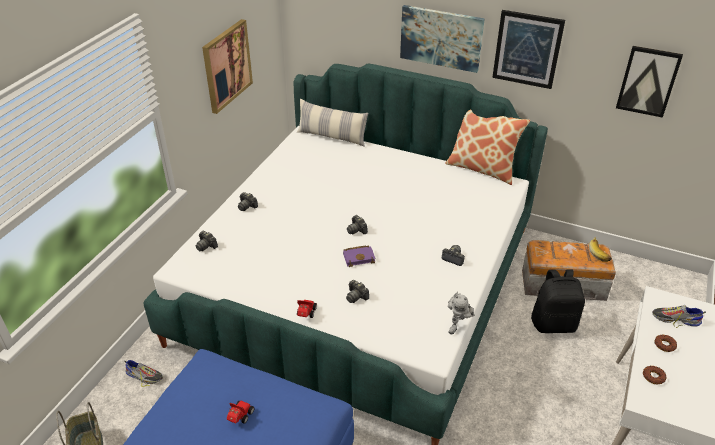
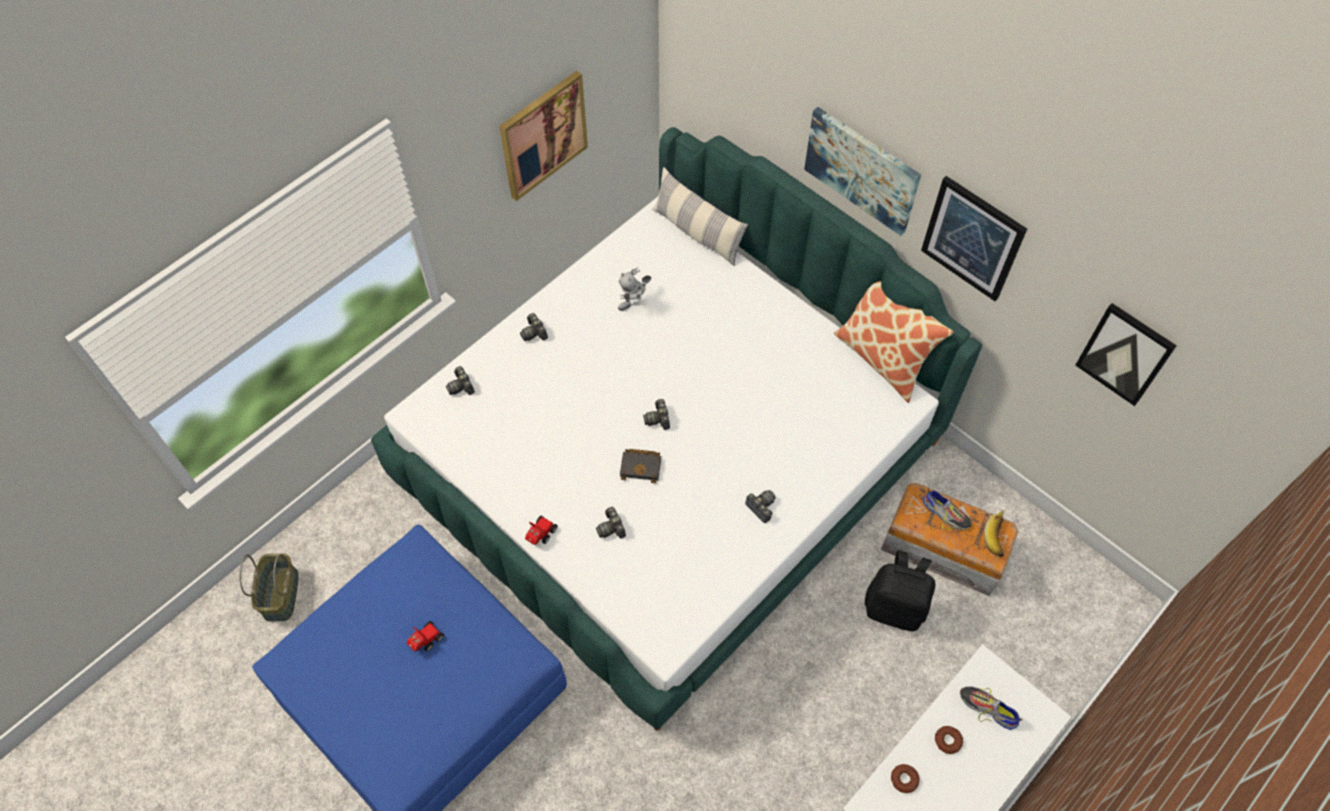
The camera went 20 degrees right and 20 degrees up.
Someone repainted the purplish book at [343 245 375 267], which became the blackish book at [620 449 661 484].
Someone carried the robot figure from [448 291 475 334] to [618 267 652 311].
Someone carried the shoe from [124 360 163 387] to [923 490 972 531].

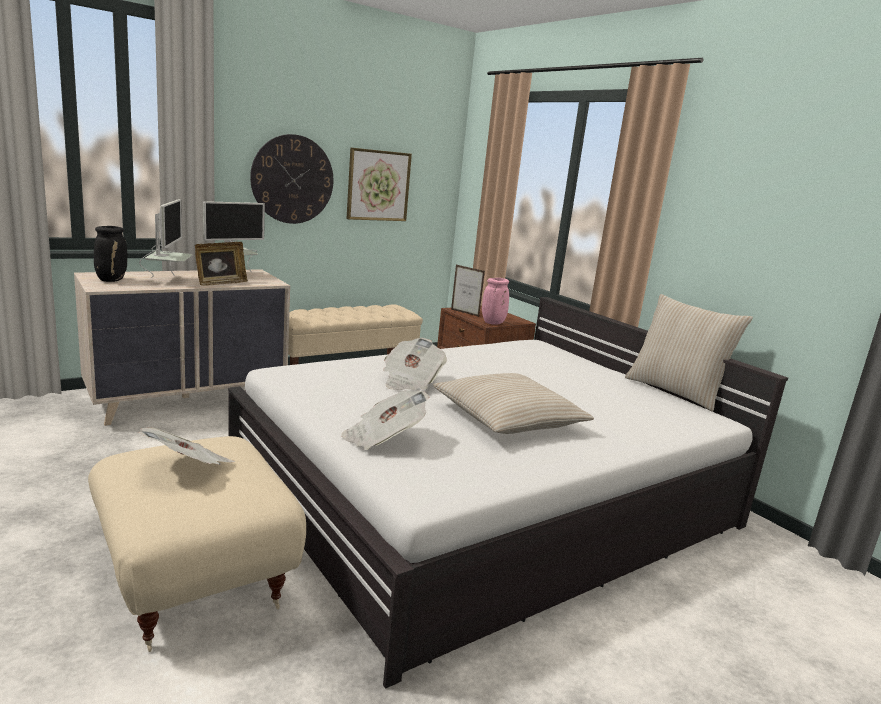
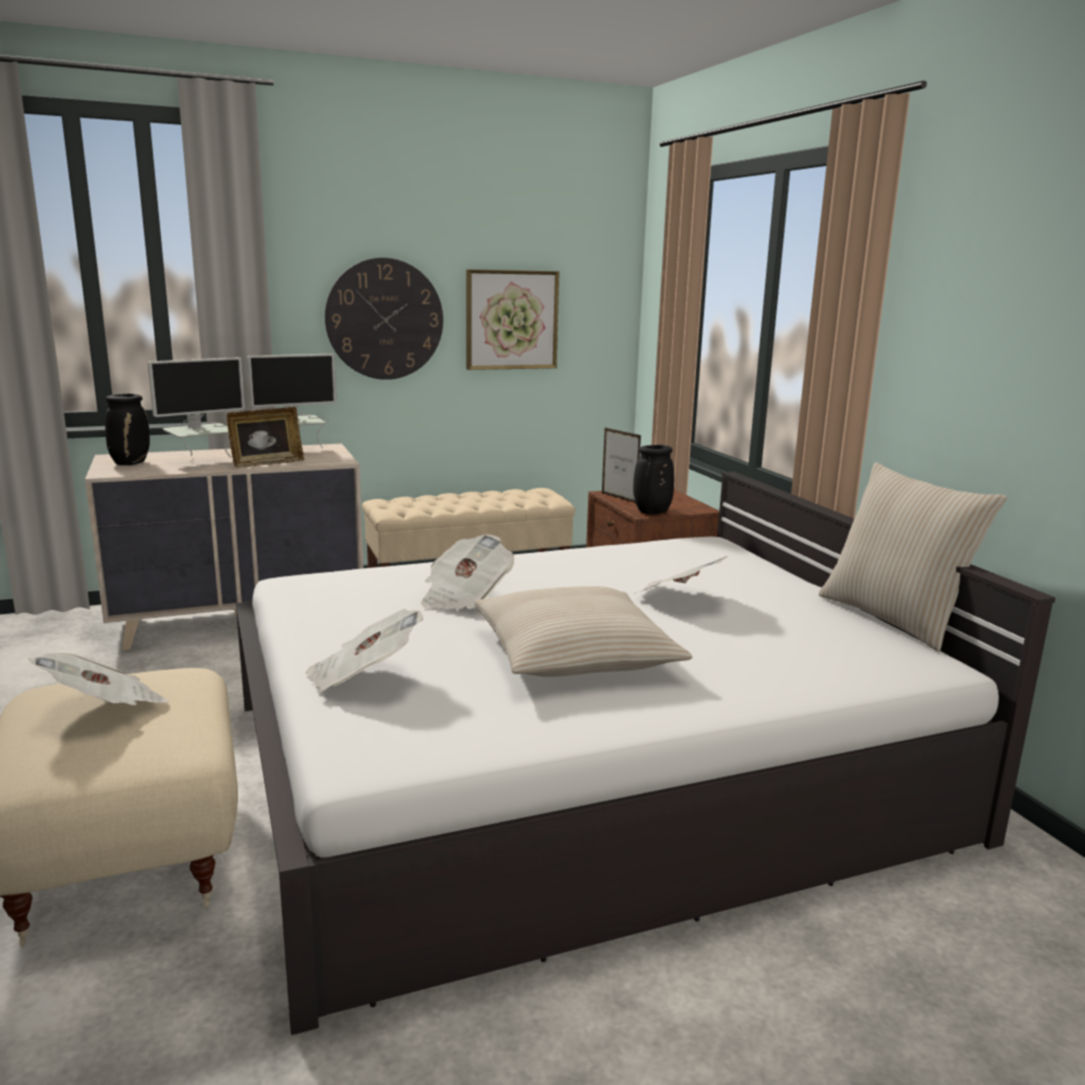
The camera went 15 degrees right and 0 degrees up.
Someone rotated the computer display at [139 199 193 278] by 45 degrees clockwise.
Someone repainted the pink-coloured flower vase at [482 278 509 325], which became the blackish flower vase at [633 445 674 514].
Someone put down the newspaper at [634 556 728 594].

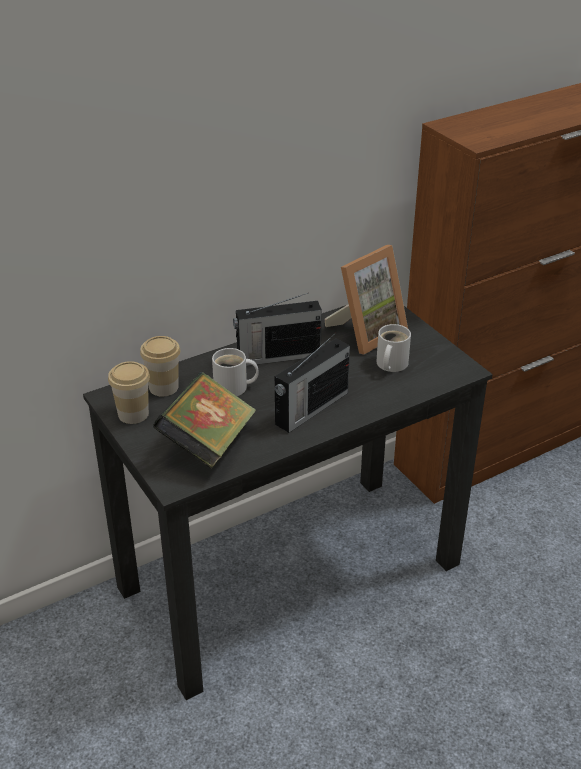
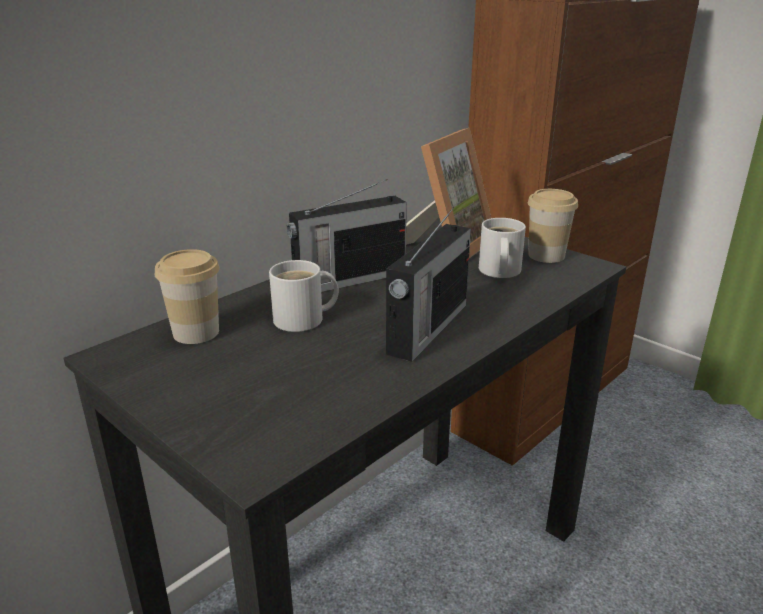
The camera went 15 degrees left and 10 degrees down.
Someone carried the small cup from [108 361 150 424] to [528 189 578 263].
Someone took away the book at [153 372 256 469].

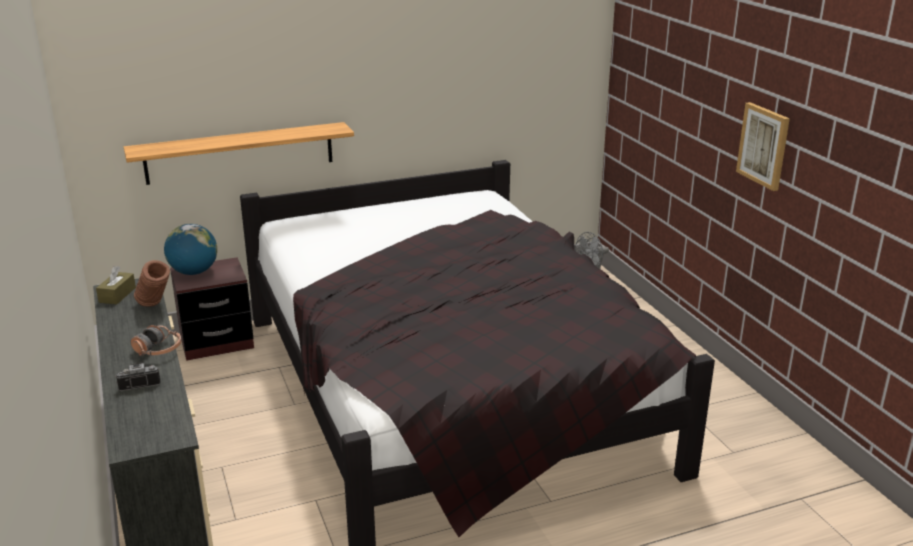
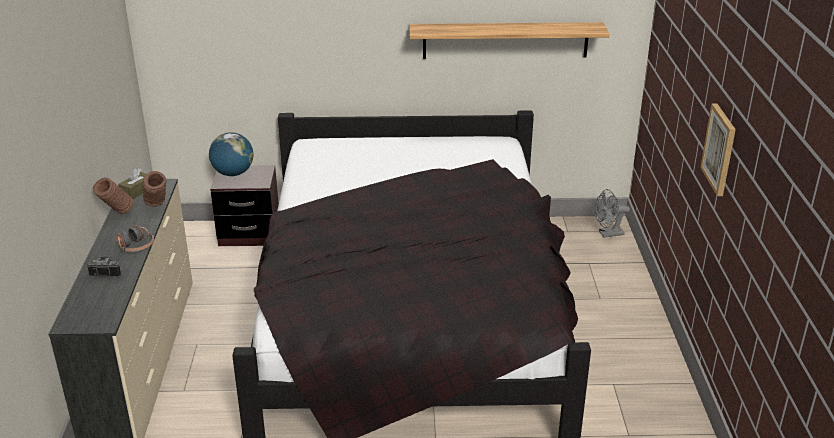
The camera went 20 degrees right and 5 degrees up.
Someone carried the shelf from [124 122 354 185] to [409 22 610 59].
Someone put down the brown-coloured flower vase at [93 178 133 214].

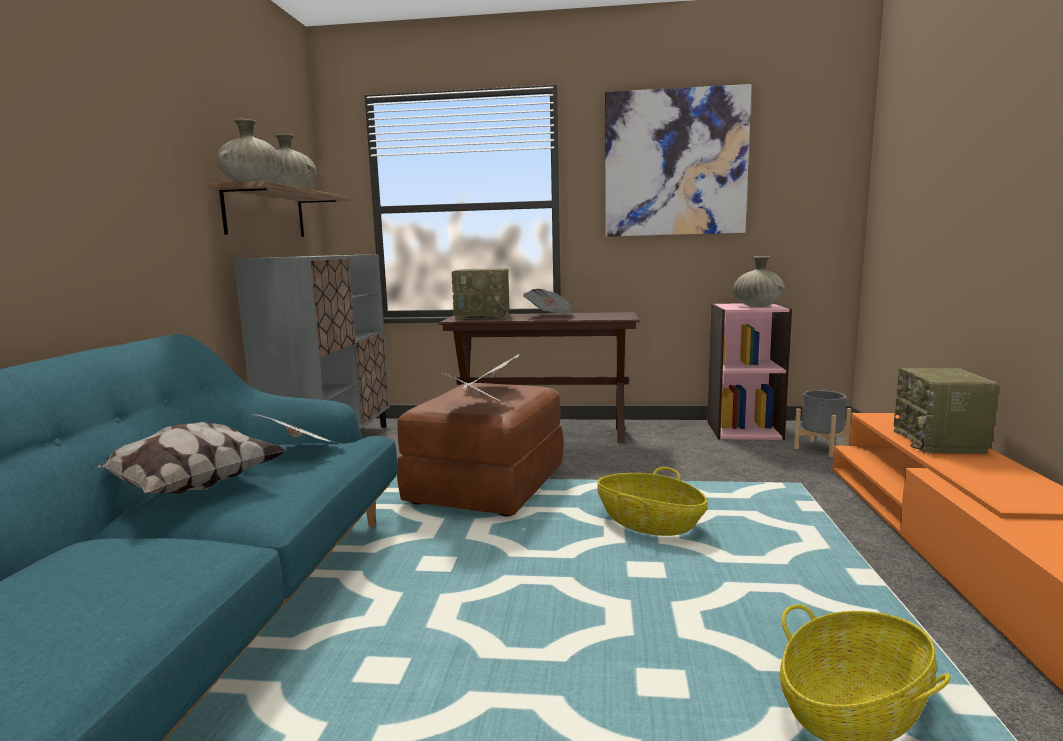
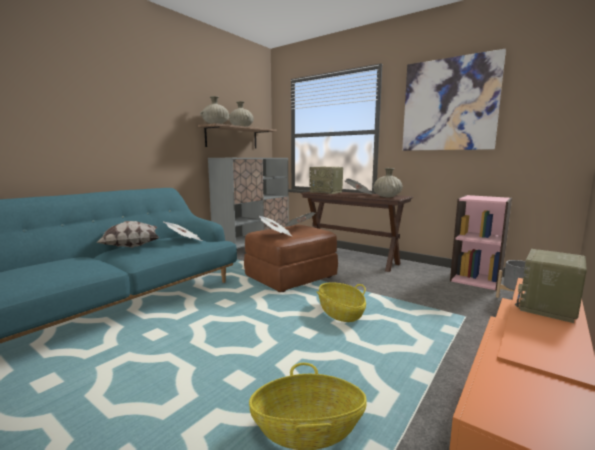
The camera went 30 degrees right and 0 degrees up.
Someone carried the beige-coloured flower vase from [732 256 785 307] to [373 168 403 197].

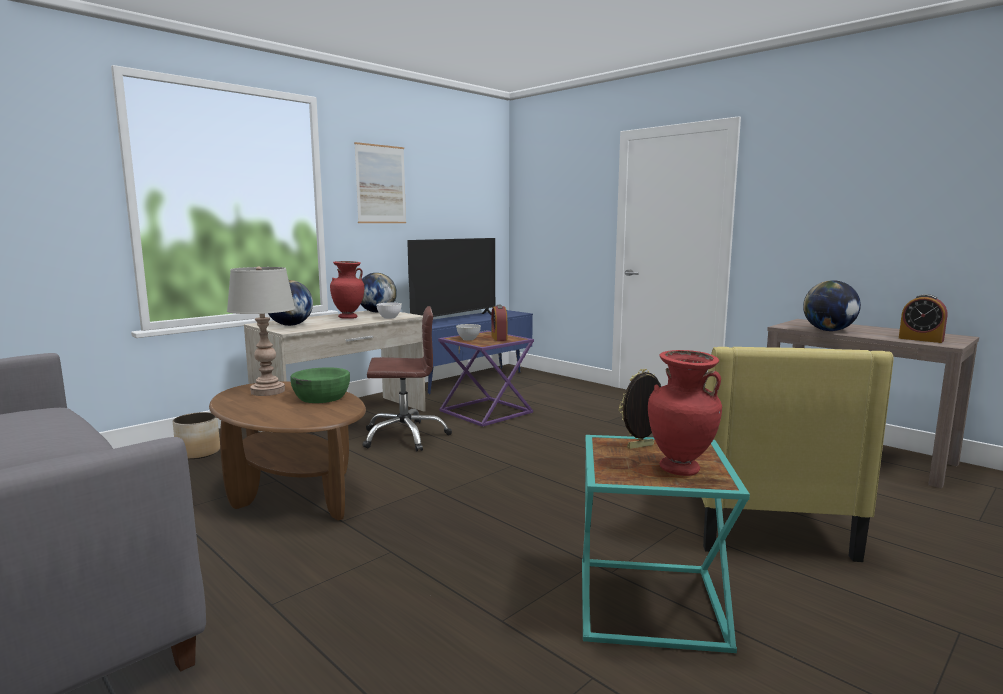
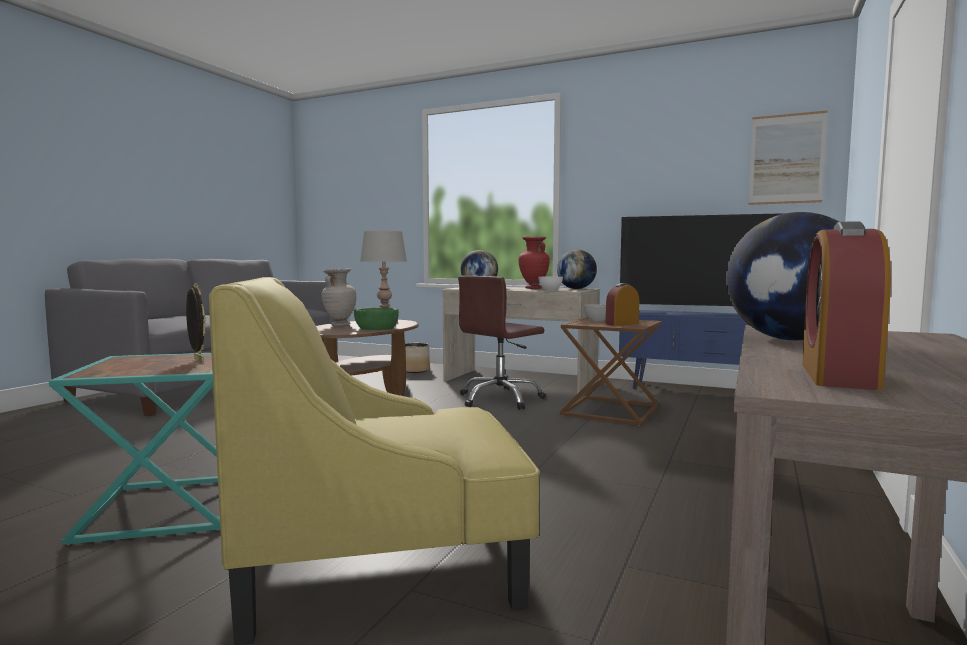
The camera went 70 degrees right and 5 degrees down.
Someone carried the wall art from [354 142 406 223] to [748 110 828 205].
Someone rotated the brown-coloured desk chair at [362 306 452 451] by 75 degrees clockwise.
Someone repainted the purplish end table at [438 331 534 427], which became the brown-coloured end table at [559 318 662 426].
Someone took away the red flower vase at [648 350 722 476].
Someone put down the beige-coloured flower vase at [322 269 356 326].

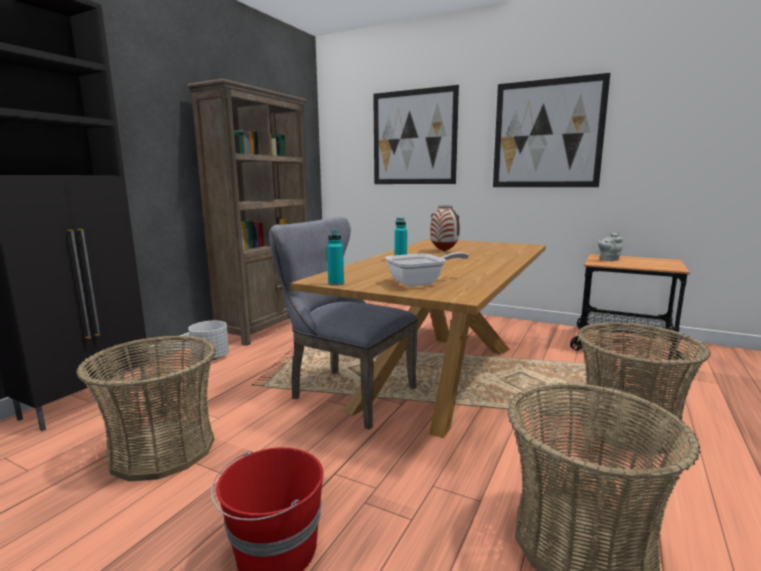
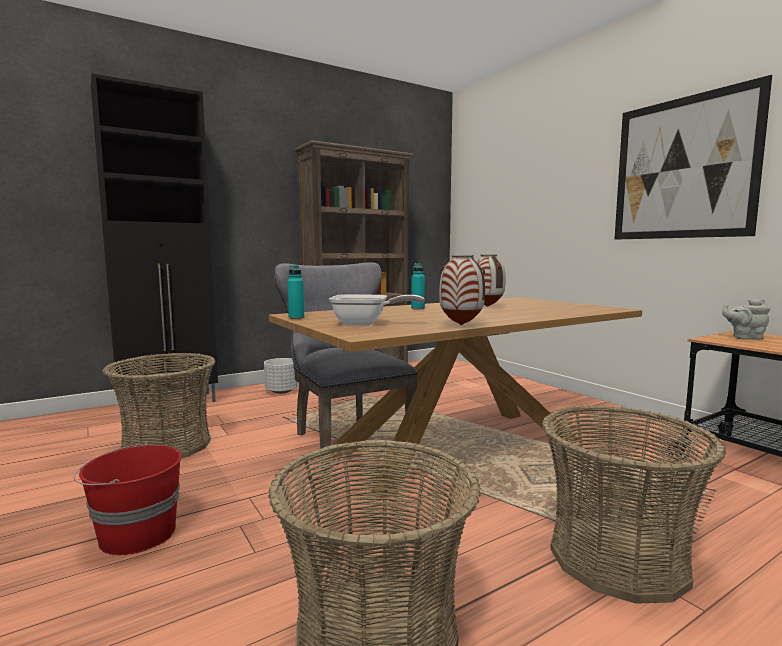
The camera went 30 degrees right and 5 degrees down.
Someone took away the wall art at [373 85 459 184].
Someone put down the flower vase at [439 255 485 325].

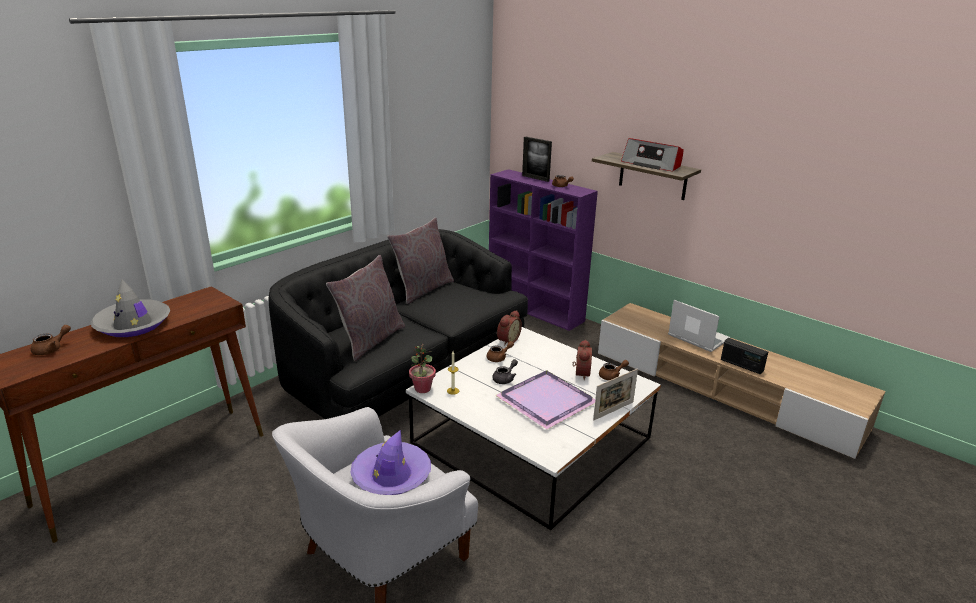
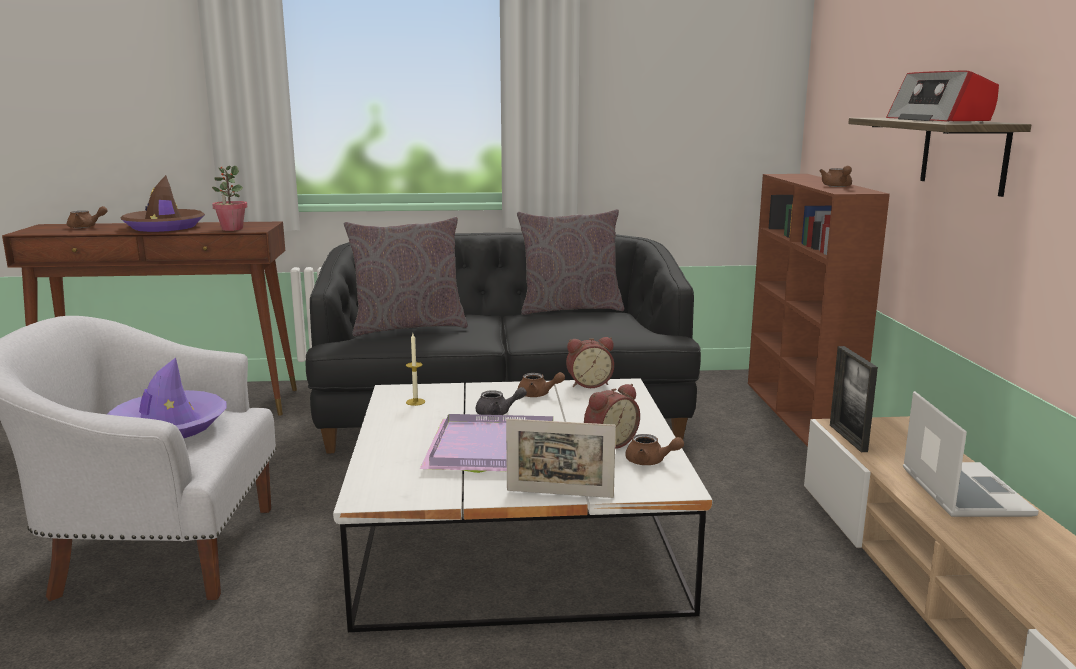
The camera went 45 degrees right and 10 degrees down.
Someone carried the photo frame from [522 137 552 182] to [830 346 878 452].
Someone repainted the purplish bookshelf at [489 169 598 331], which became the brown-coloured bookshelf at [748 174 890 447].
Someone repainted the greyish clothing hat at [91 279 170 337], which became the brown-coloured clothing hat at [121 175 205 232].
Someone took away the radio receiver at [721 338 768 375].
Someone carried the potted plant from [409 342 436 393] to [212 166 247 231].

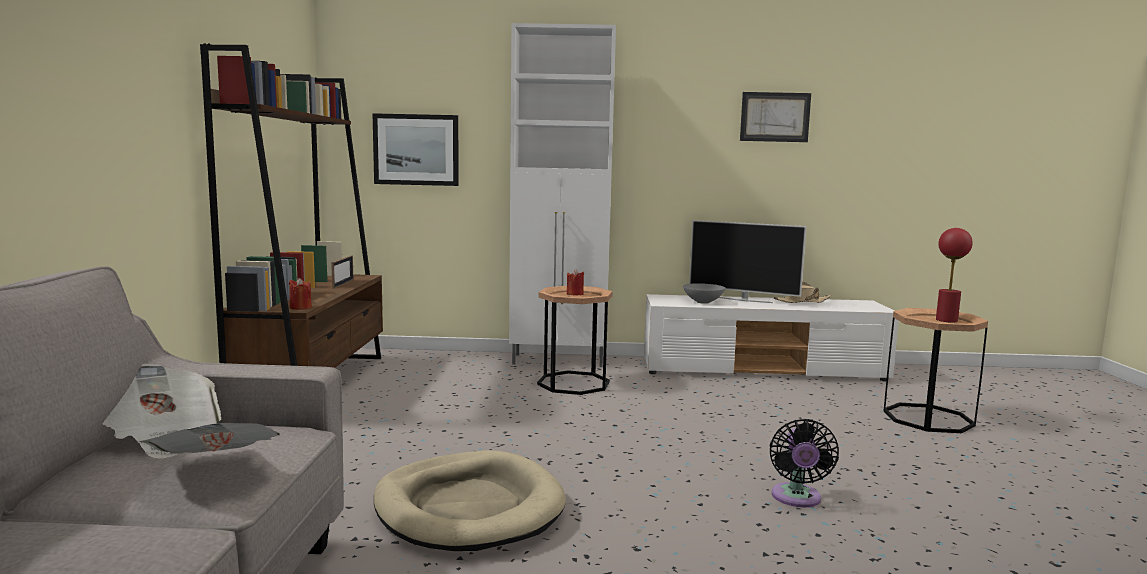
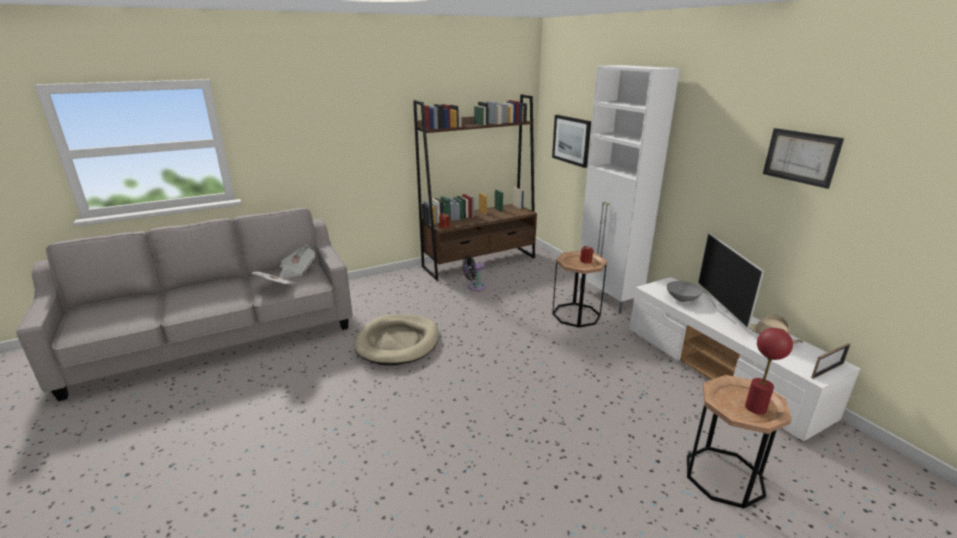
The camera went 60 degrees right and 15 degrees up.
Someone carried the photo frame from [331 255 354 289] to [811 343 850 379].
Someone carried the blackish fan from [770 419 839 507] to [463 256 486 291].

